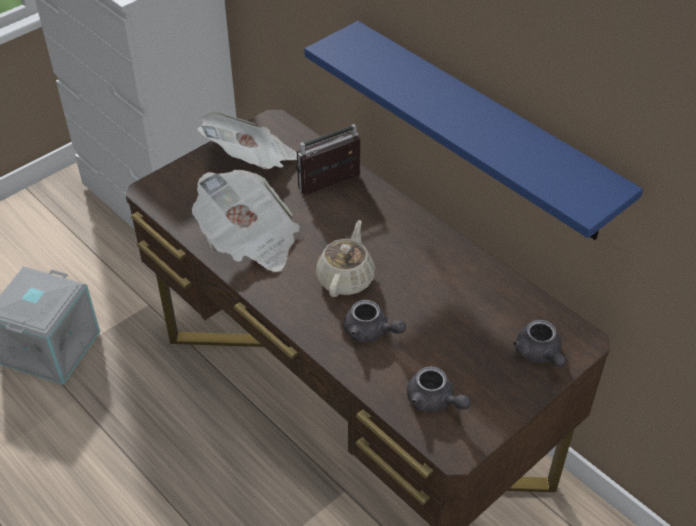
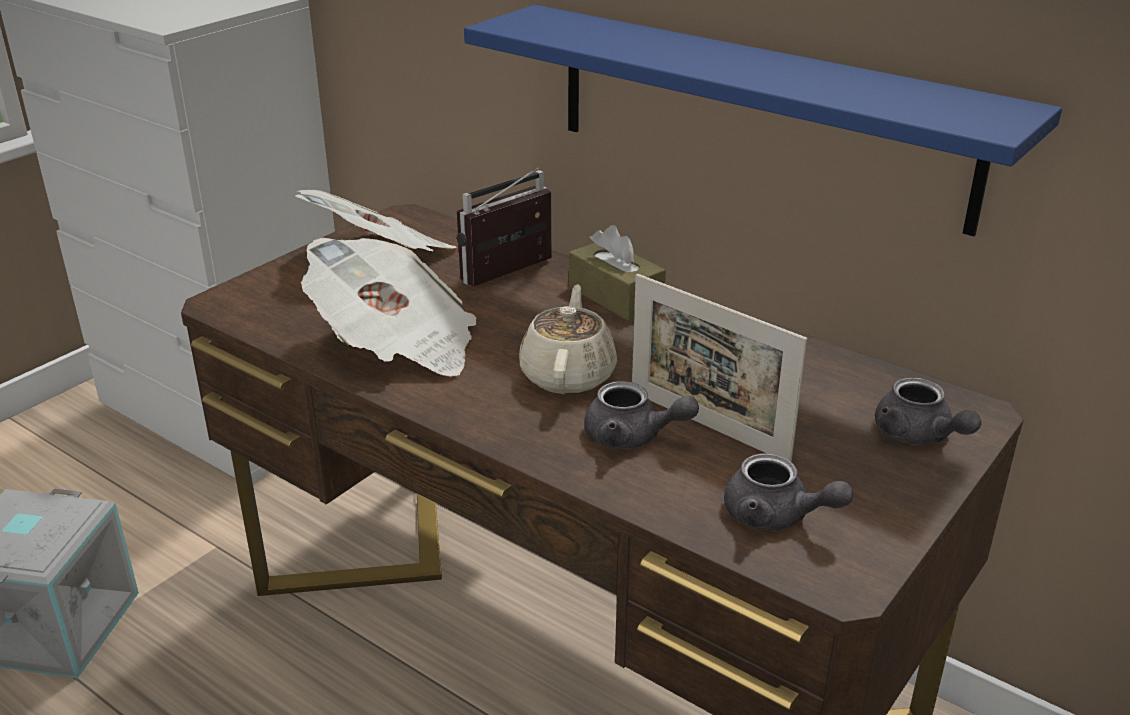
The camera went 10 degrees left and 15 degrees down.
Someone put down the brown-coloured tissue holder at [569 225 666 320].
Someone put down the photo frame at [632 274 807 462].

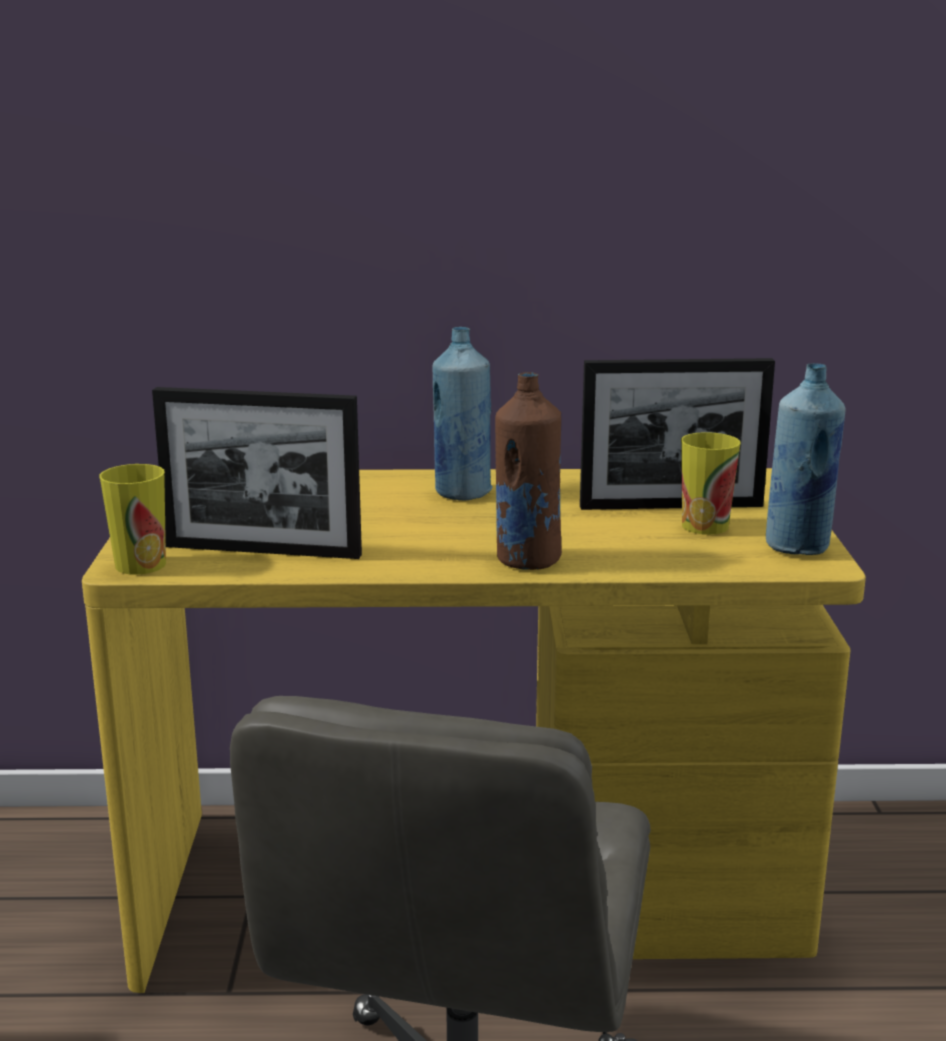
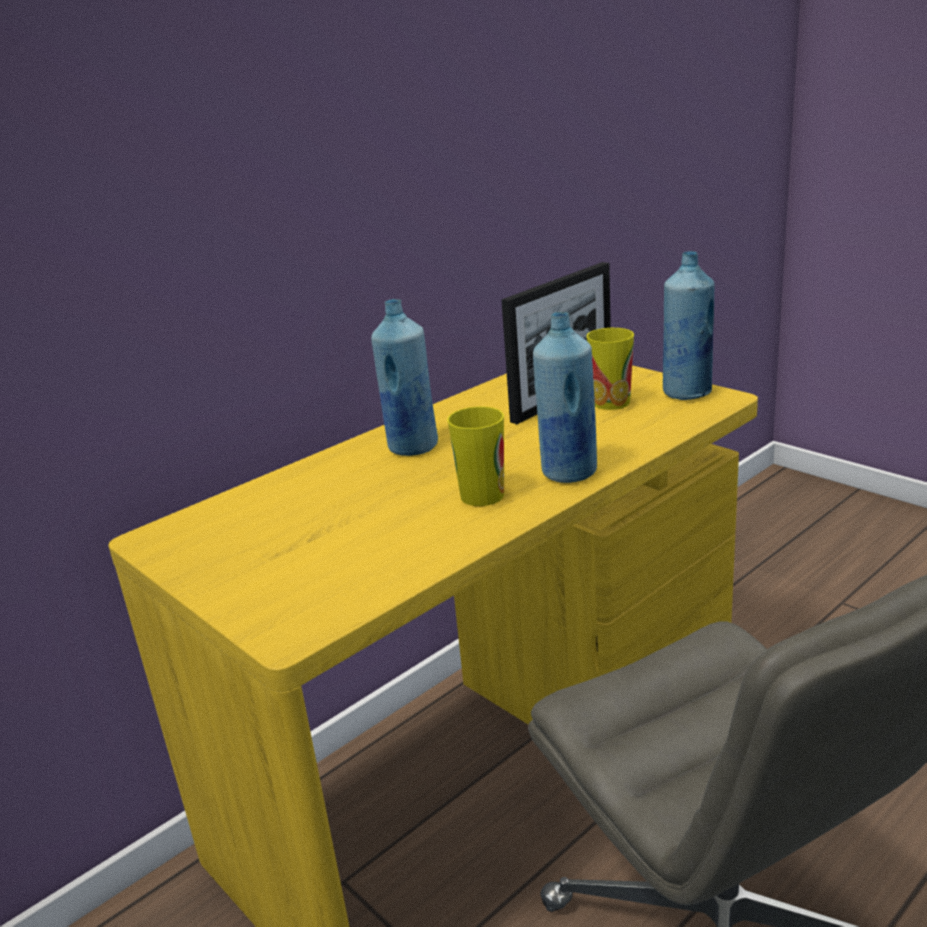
The camera went 40 degrees left and 5 degrees up.
Someone repainted the brown-coloured beverage bottle at [495 372 562 570], which became the blue beverage bottle at [533 312 597 483].
Someone took away the photo frame at [152 387 362 559].
Someone carried the small cup from [99 464 166 575] to [447 407 504 506].

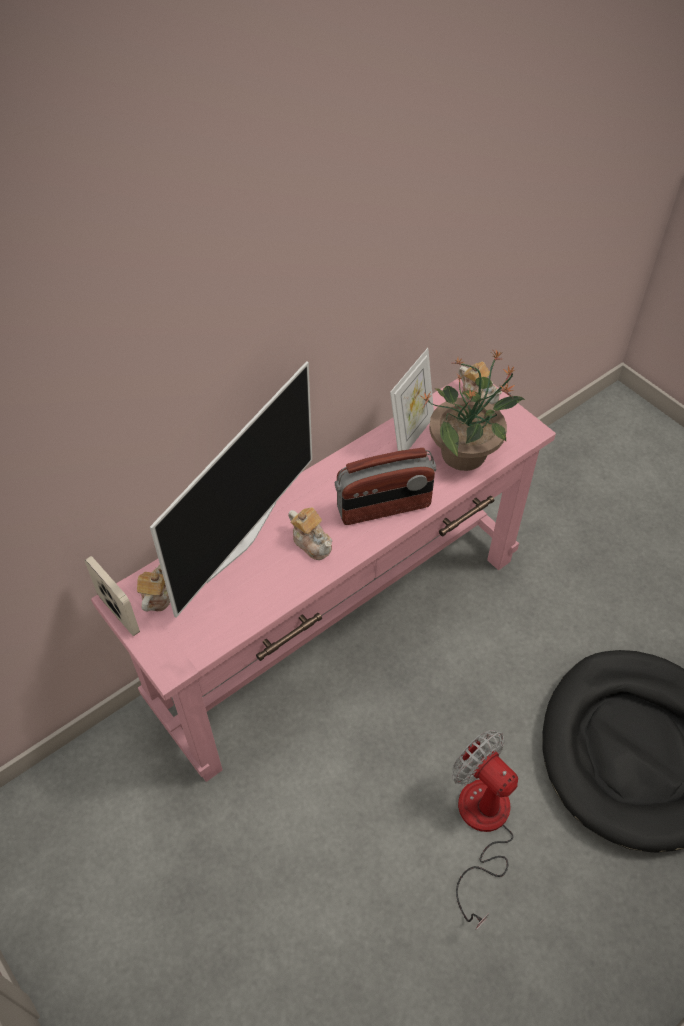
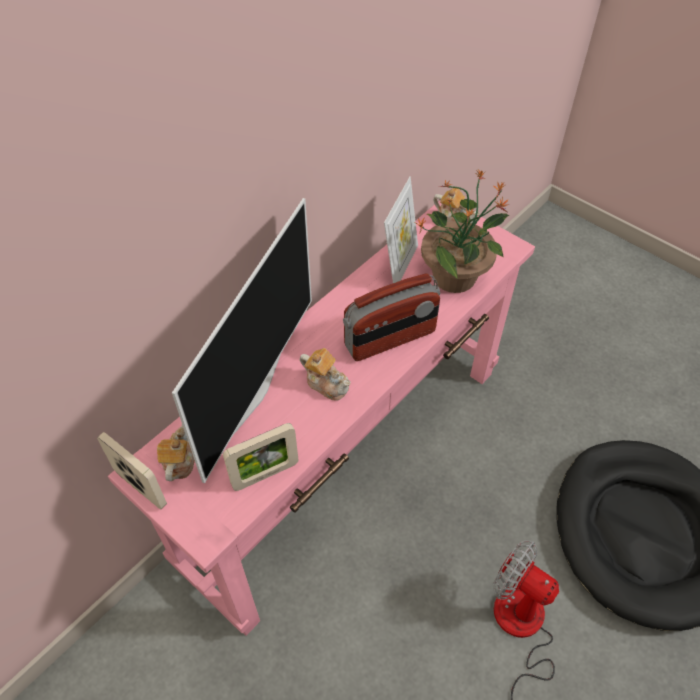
The camera went 10 degrees left and 0 degrees up.
Someone put down the photo frame at [223 423 298 491].

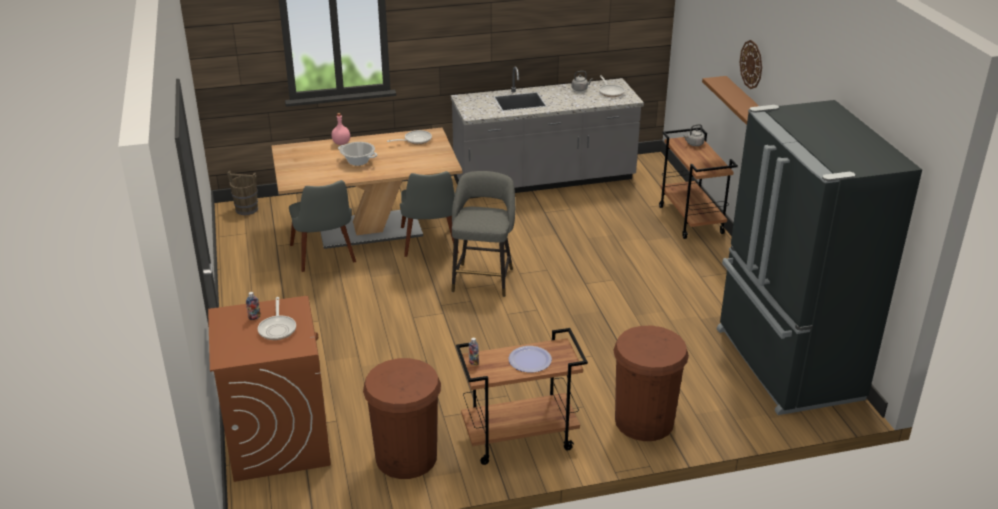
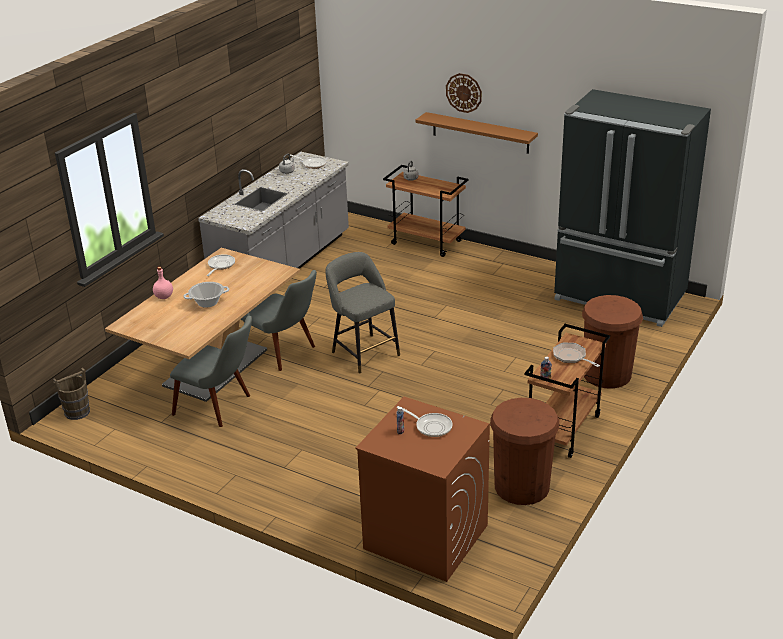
The camera went 45 degrees left and 0 degrees up.
Someone swapped the flat dish at [509 346 552 372] for the skillet at [553 343 600 367].

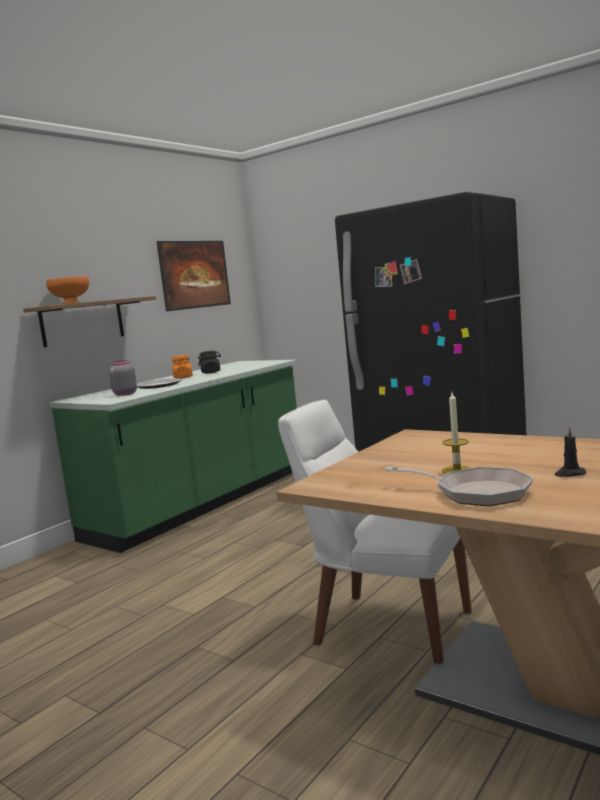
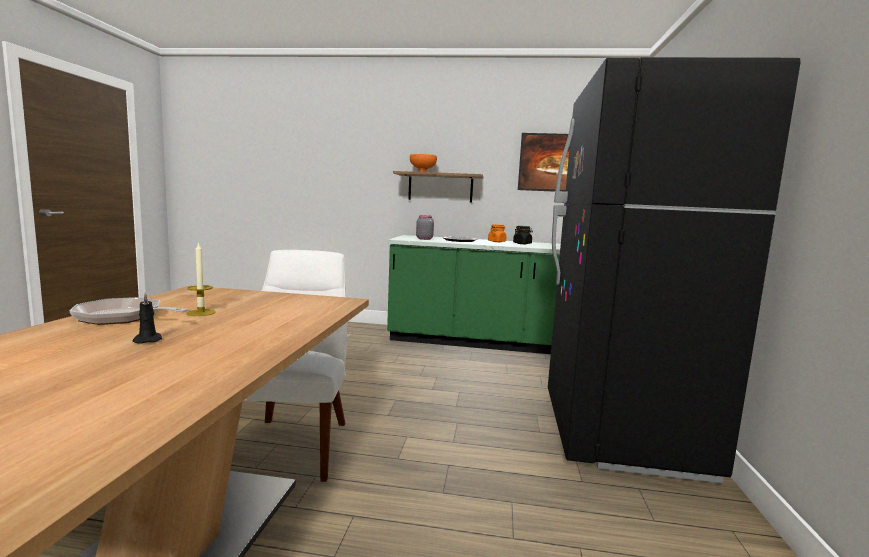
The camera went 60 degrees right and 0 degrees up.
Someone rotated the skillet at [385 467 533 506] by 105 degrees clockwise.

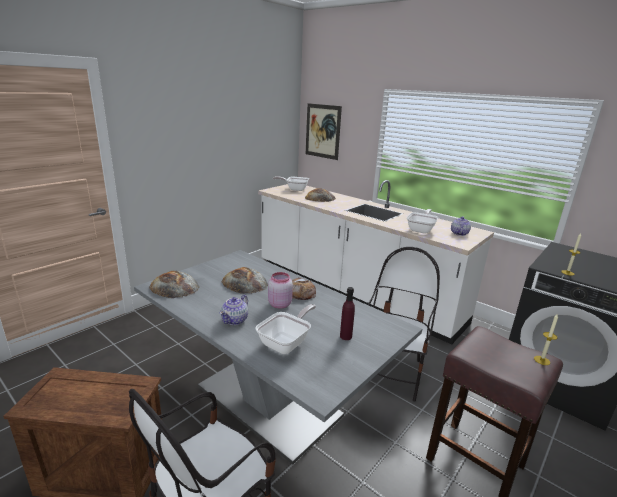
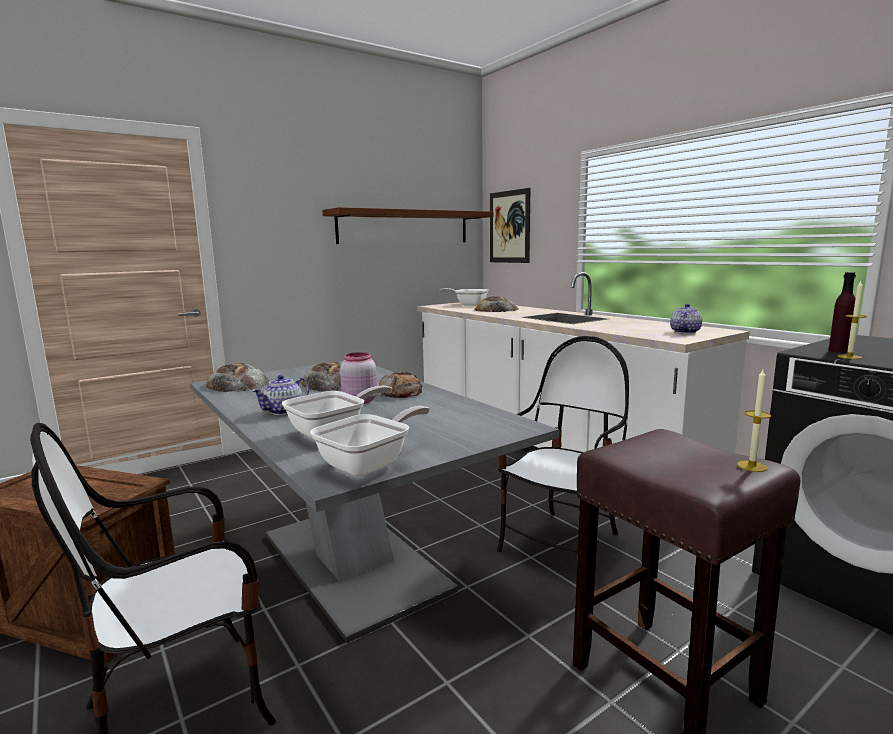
The camera went 15 degrees right and 10 degrees down.
Someone carried the skillet from [407 209 439 234] to [310 406 430 477].
Someone carried the purplish beverage bottle from [340 287 355 340] to [829 272 856 353].
Someone put up the brown-coloured shelf at [323 207 493 244].

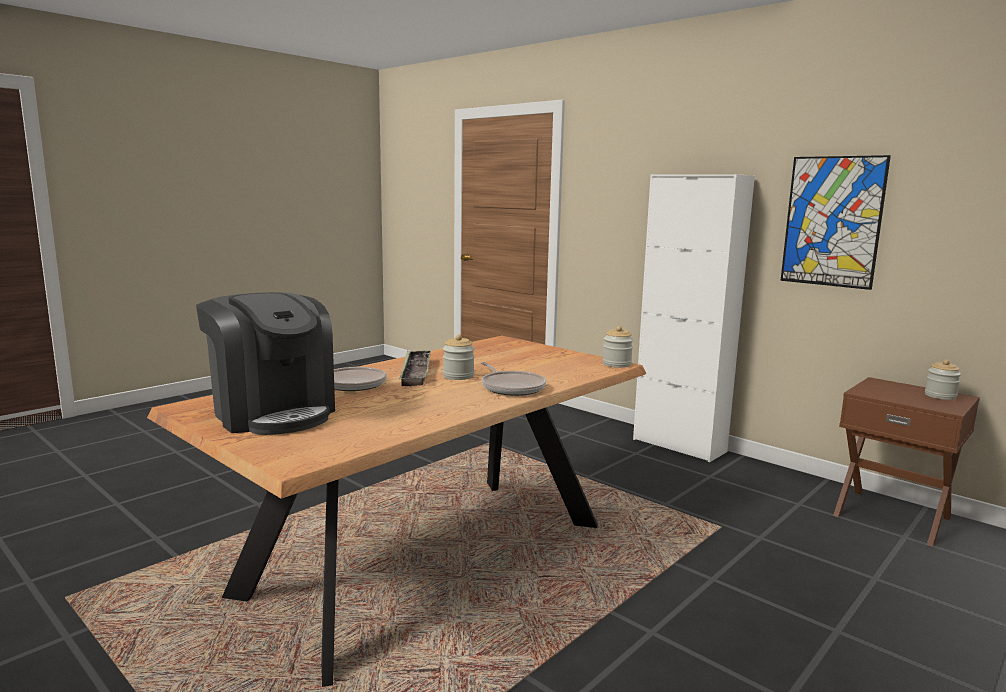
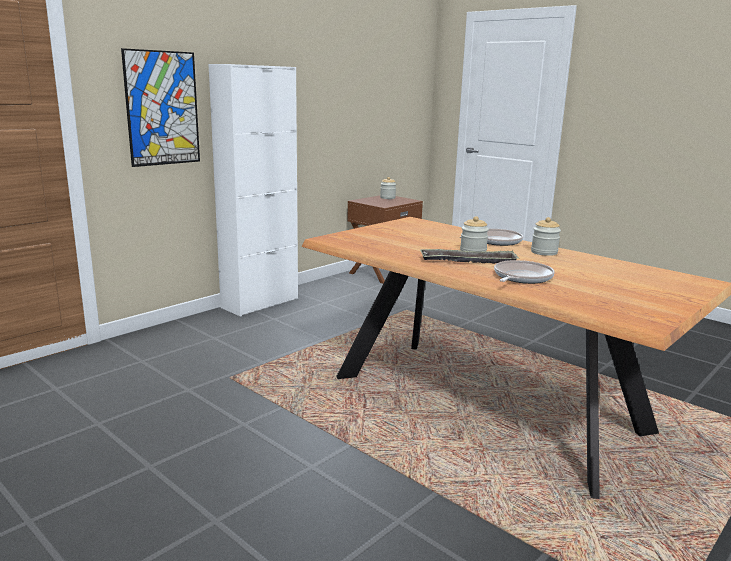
The camera went 90 degrees left and 5 degrees up.
Someone carried the wall art from [780 155 891 290] to [121 48 200 167].
Someone took away the coffee maker at [196 292 335 435].
Someone carried the jar from [603 326 633 368] to [531 217 561 256].

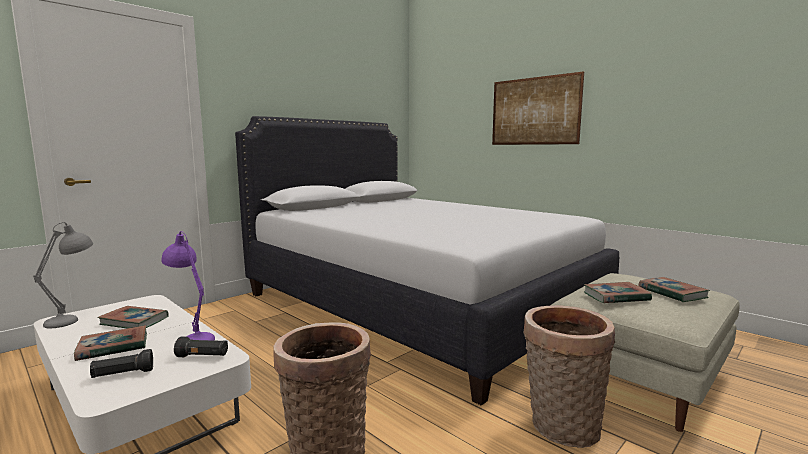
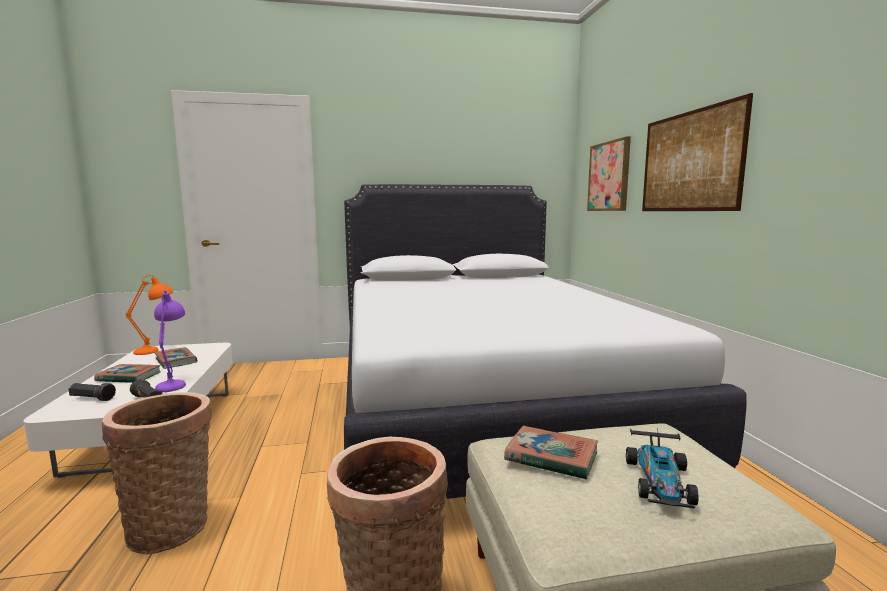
The camera went 35 degrees right and 0 degrees up.
Someone repainted the greyish table lamp at [33 222 93 328], which became the orangey table lamp at [126 275 173 355].
Someone swapped the book at [639 277 710 302] for the model car at [626 428 698 508].
Someone put up the wall art at [587 136 631 211].

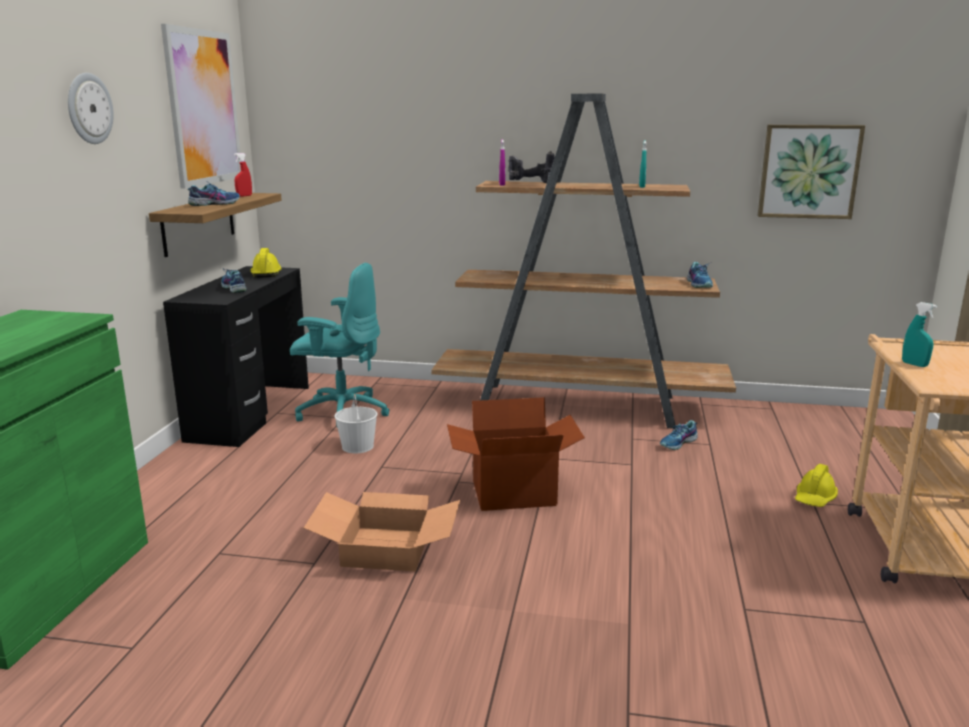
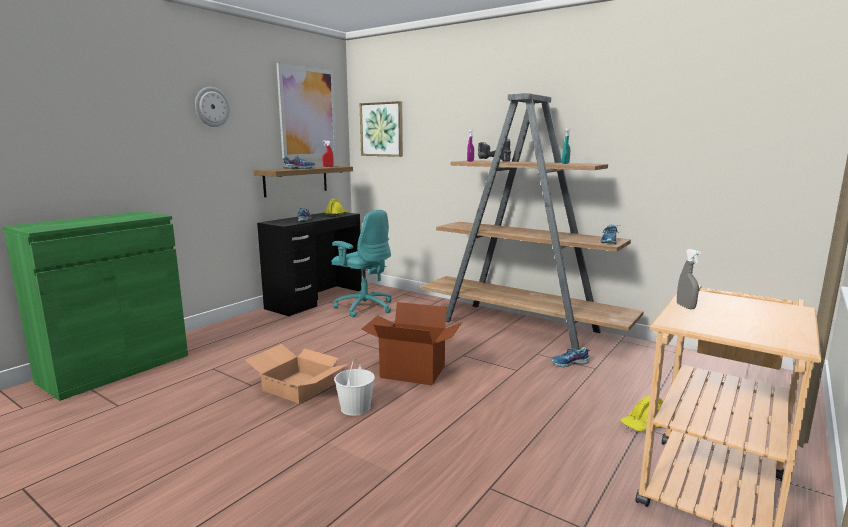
The camera went 25 degrees right and 5 degrees down.
Someone carried the wall art from [758 125 865 219] to [360 101 403 157].
Someone repainted the turquoise spray bottle at [902 302 937 367], which became the greyish spray bottle at [677 249 701 309].
Someone carried the whitish water bucket from [334 394 378 453] to [334 358 375 416].

